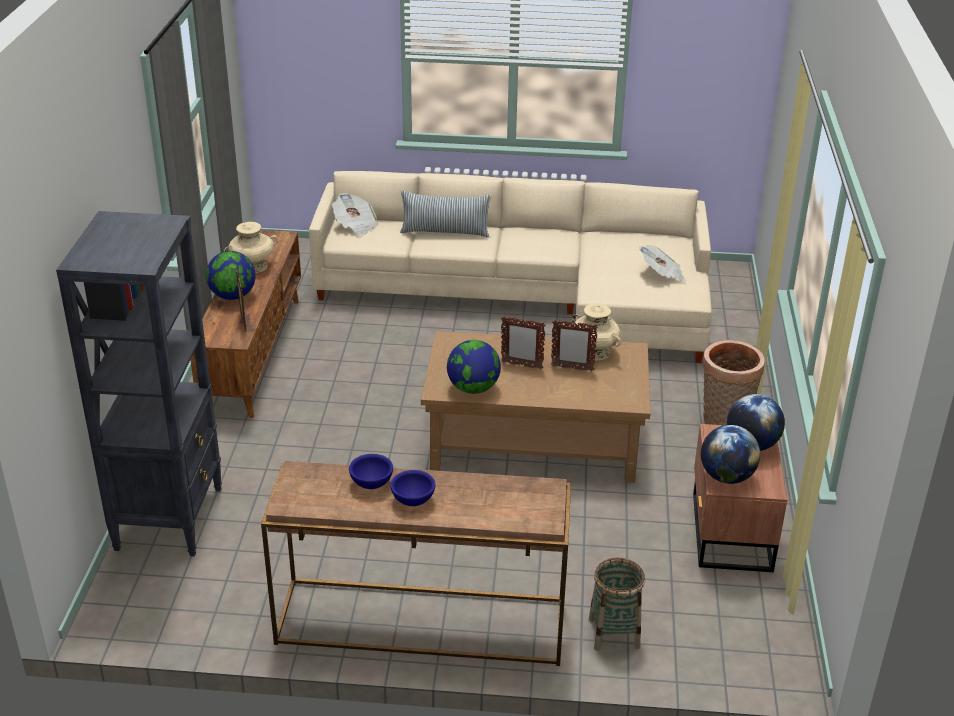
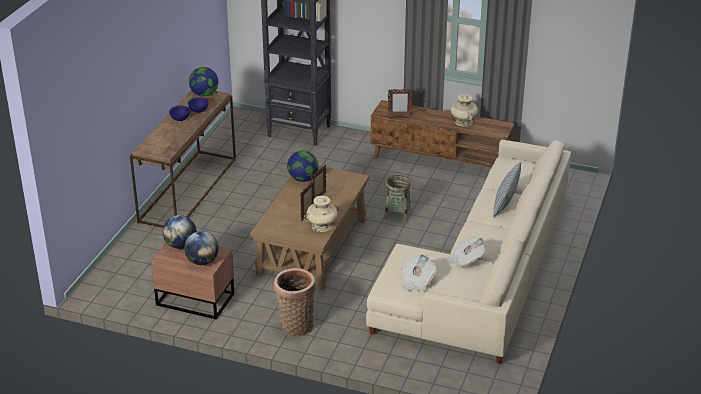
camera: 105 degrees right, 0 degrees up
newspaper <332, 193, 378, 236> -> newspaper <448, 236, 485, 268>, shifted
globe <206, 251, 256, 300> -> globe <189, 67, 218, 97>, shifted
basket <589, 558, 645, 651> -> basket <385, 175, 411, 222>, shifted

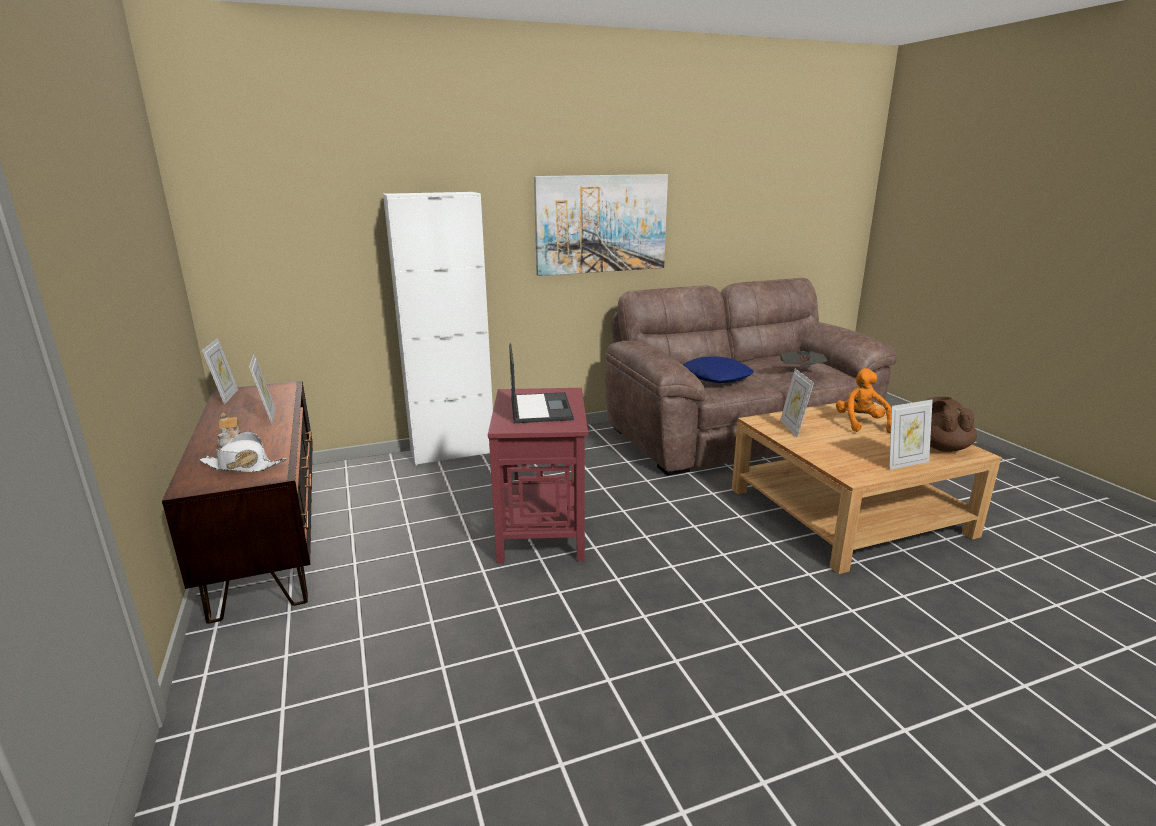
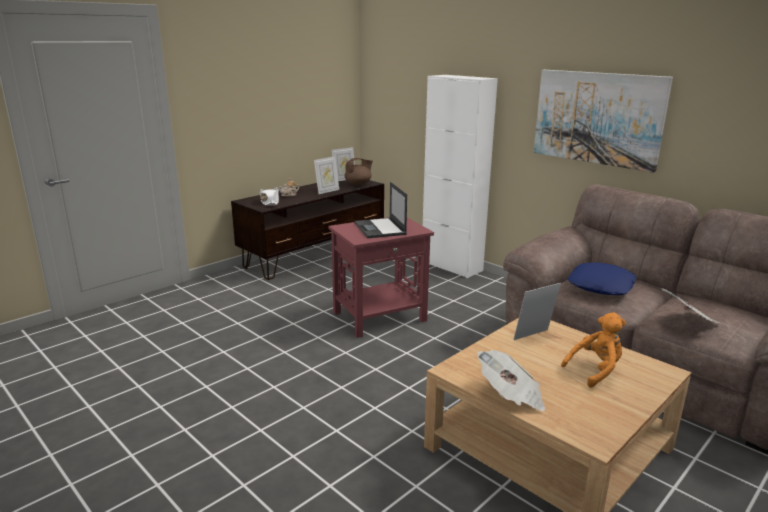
camera: 65 degrees right, 0 degrees up
laptop <509, 343, 574, 423> -> laptop <354, 182, 407, 238>, 105 degrees clockwise
teapot (brown) <925, 397, 977, 452> -> teapot (brown) <344, 158, 373, 185>, shifted
picture frame <889, 400, 933, 470> -> newspaper <477, 350, 545, 411>

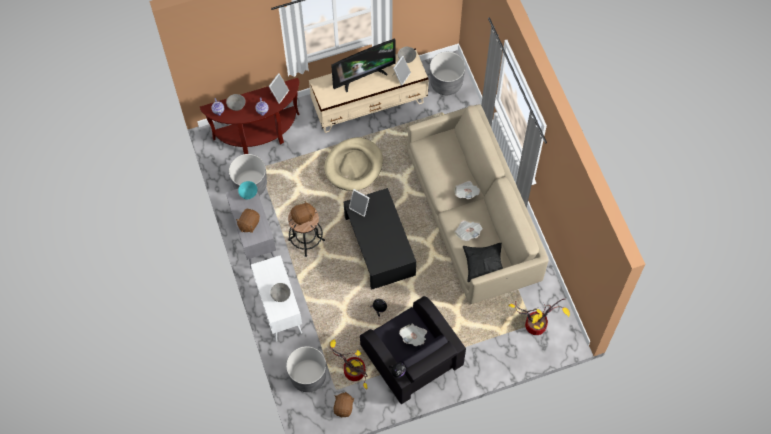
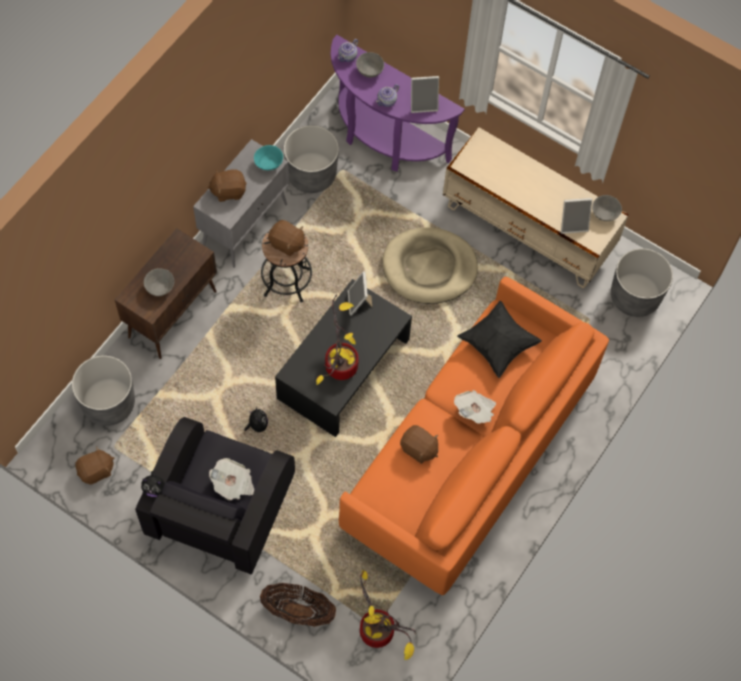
camera: 50 degrees right, 0 degrees up
television <331, 38, 396, 92> -> none
console table (brown) <200, 78, 300, 154> -> console table (purple) <330, 35, 465, 171>
sofa (beige) <407, 104, 549, 304> -> sofa (orange) <339, 277, 609, 595>
newspaper <454, 220, 483, 241> -> plush toy (brown) <400, 425, 438, 464>
pillow (black) <463, 243, 503, 282> -> pillow (black) <457, 301, 542, 378>, shifted
cabinet (white) <251, 255, 302, 342> -> cabinet (brown) <115, 228, 217, 359>
potted plant <330, 339, 368, 390> -> potted plant <316, 294, 359, 385>, shifted
none -> basket <260, 583, 336, 627>

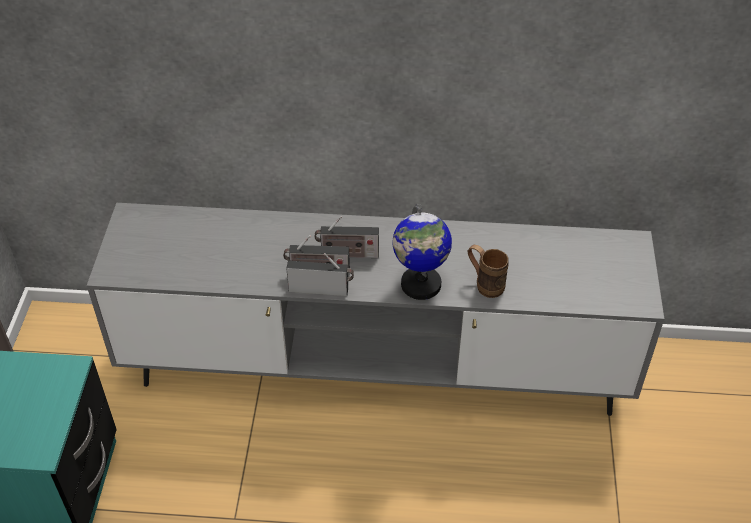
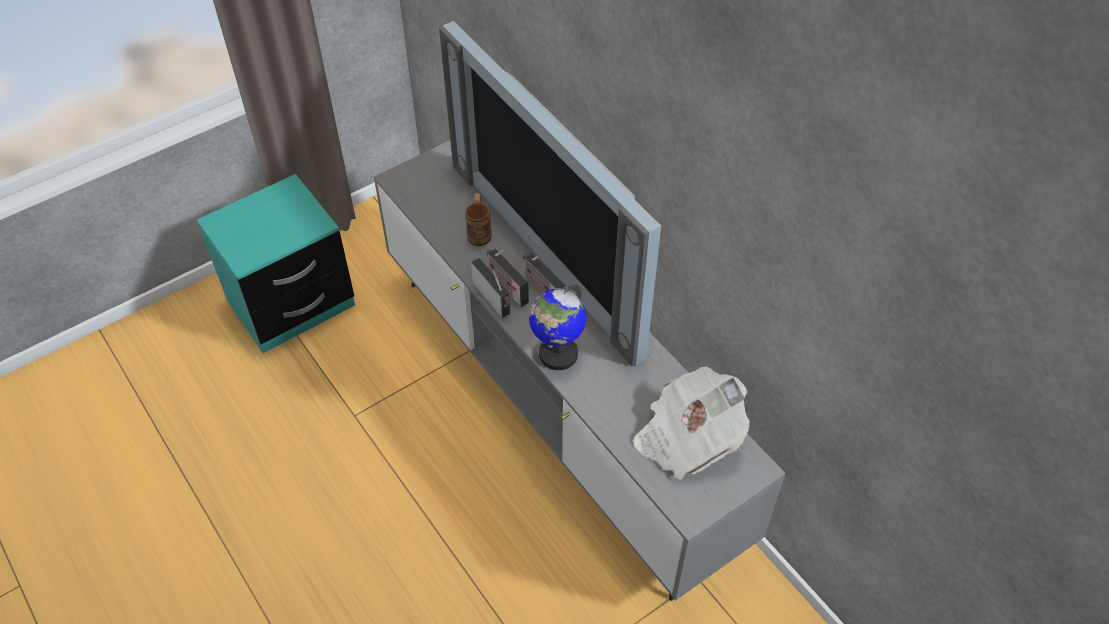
camera: 50 degrees right, 5 degrees up
mug (brown) <468, 245, 509, 298> -> mug (brown) <465, 193, 492, 246>, shifted
none -> television <439, 21, 661, 367>
none -> newspaper <633, 367, 750, 480>

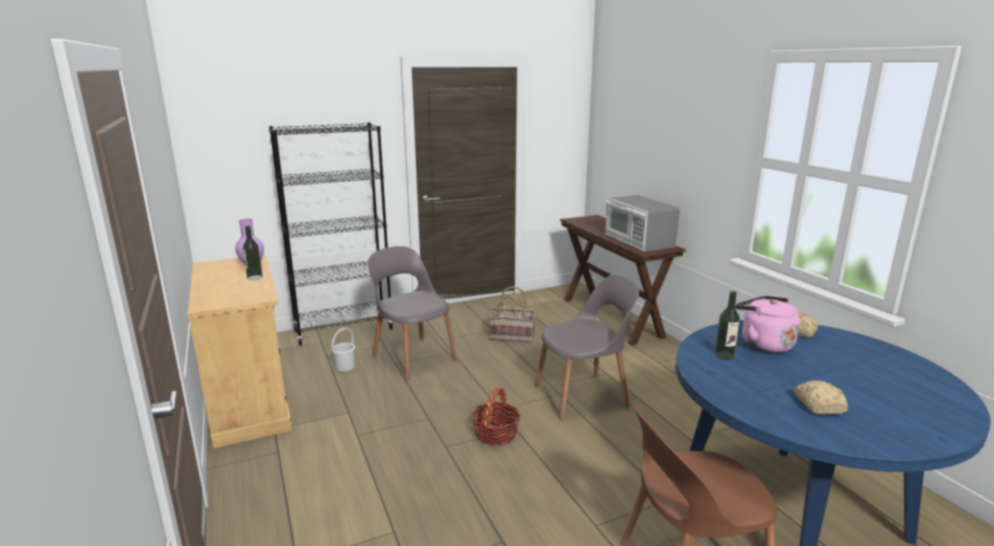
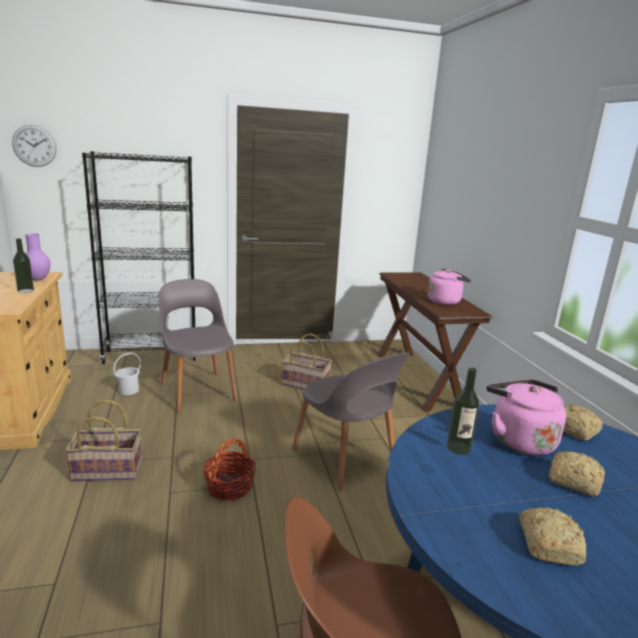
camera: 10 degrees right, 0 degrees up
microwave <604, 195, 680, 251> -> kettle (pink) <428, 268, 471, 305>
chair (grey) <535, 274, 639, 420> -> chair (grey) <292, 352, 410, 491>, 60 degrees clockwise
none -> wall clock <12, 125, 57, 167>
none -> basket <65, 400, 142, 481>
none -> bread <549, 450, 605, 497>

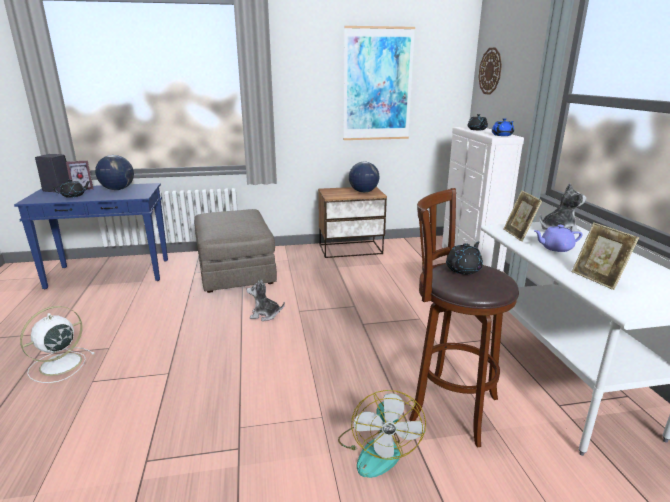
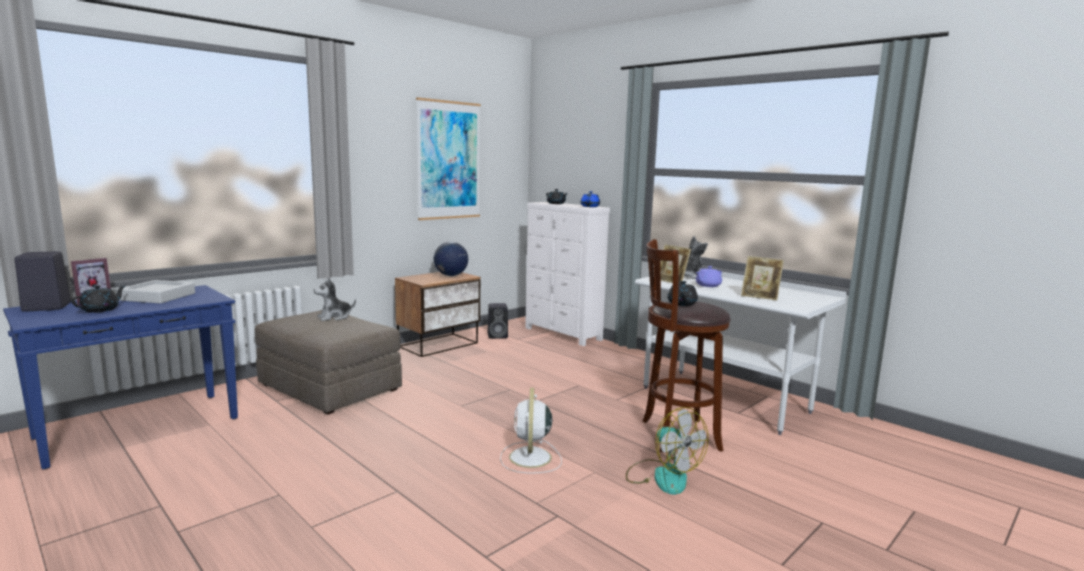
camera: 35 degrees left, 10 degrees down
wall clock <479, 47, 502, 95> -> none
globe <95, 155, 134, 190> -> tray (grey) <117, 280, 195, 304>
plush toy <247, 279, 285, 321> -> plush toy <314, 278, 356, 321>, shifted
fan (white) <20, 306, 95, 383> -> fan (white) <500, 388, 562, 474>, shifted
none -> speaker (black) <488, 303, 508, 339>

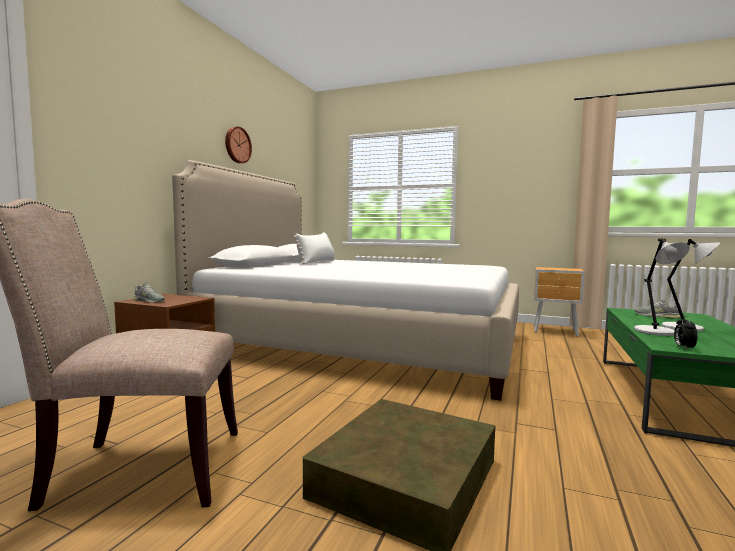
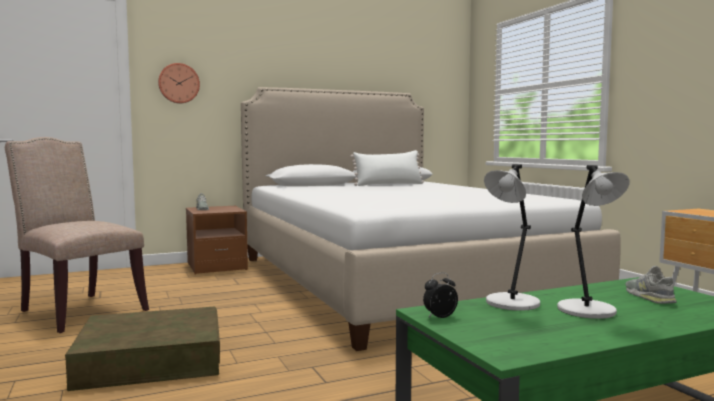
camera: 45 degrees right, 0 degrees up
wall clock <225, 126, 252, 163> -> wall clock <158, 63, 200, 104>, shifted

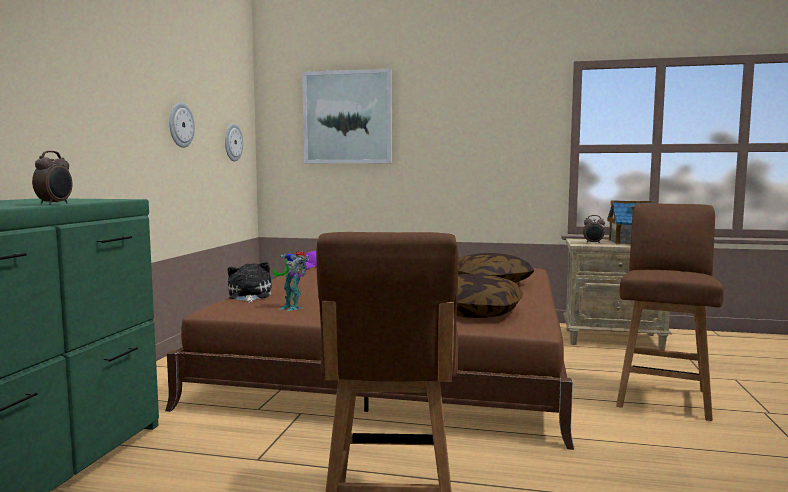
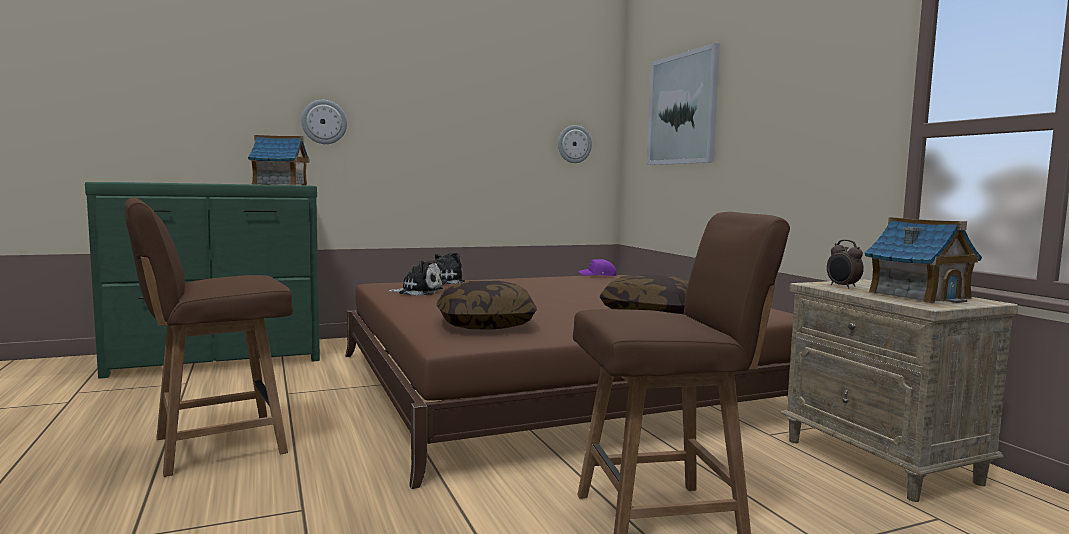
camera: 55 degrees right, 0 degrees up
wall clock <169, 103, 195, 148> -> wall clock <301, 100, 347, 144>, shifted
alarm clock <32, 151, 72, 205> -> none
toy robot <273, 251, 307, 311> -> plush toy <387, 260, 443, 296>
none -> toy house <248, 135, 310, 185>

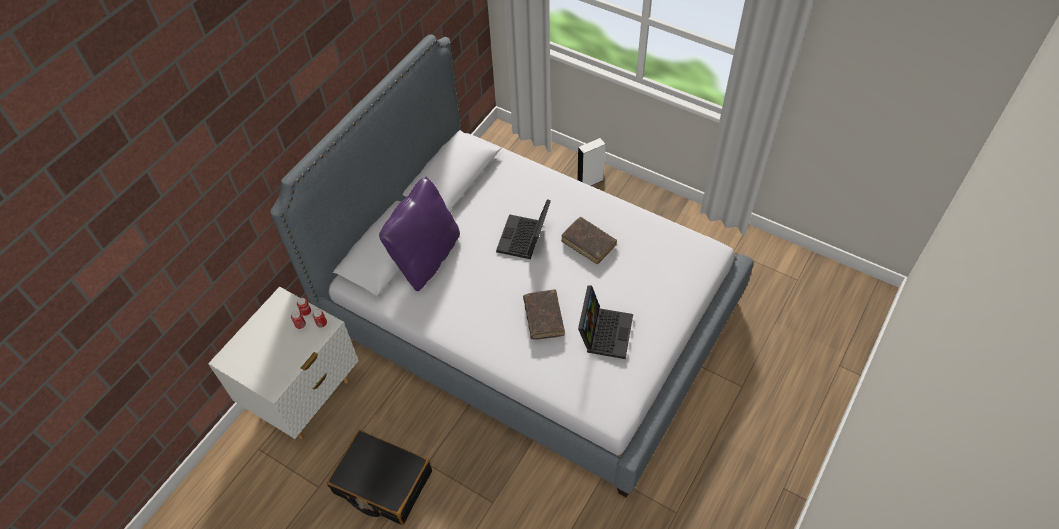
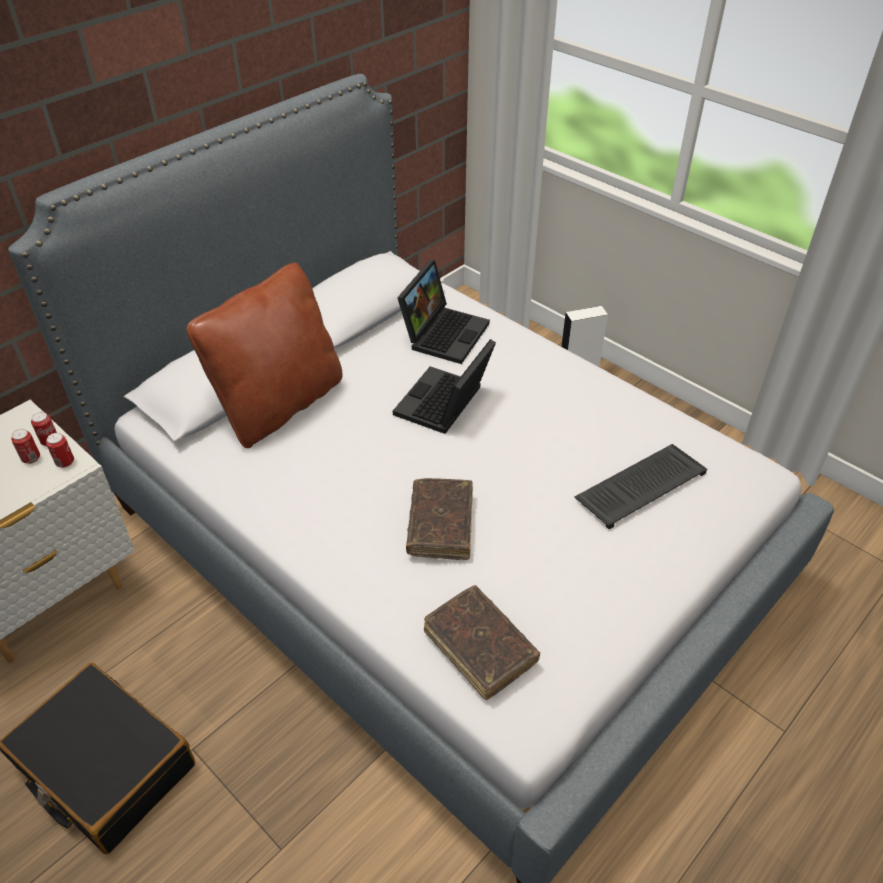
camera: 10 degrees right, 10 degrees down
pillow (purple) <379, 177, 460, 291> -> pillow (brown) <187, 263, 343, 448>
book (brown) <561, 217, 617, 264> -> book (brown) <424, 585, 540, 700>, shifted
laptop <578, 285, 633, 359> -> laptop <397, 260, 490, 364>, shifted
none -> keyboard <574, 444, 707, 529>

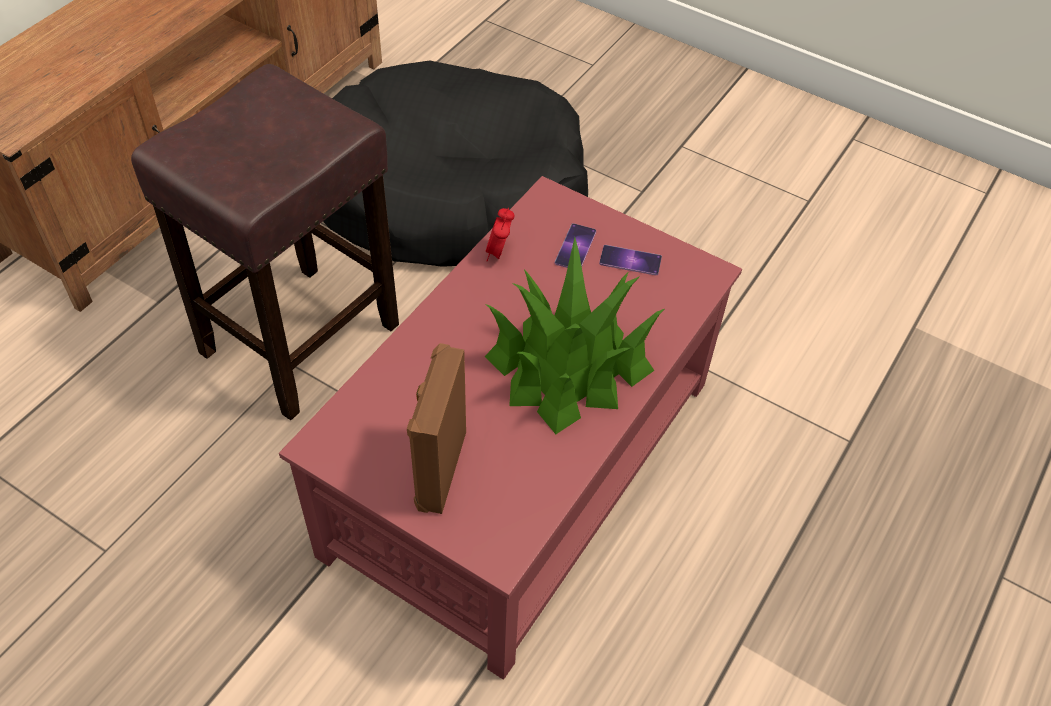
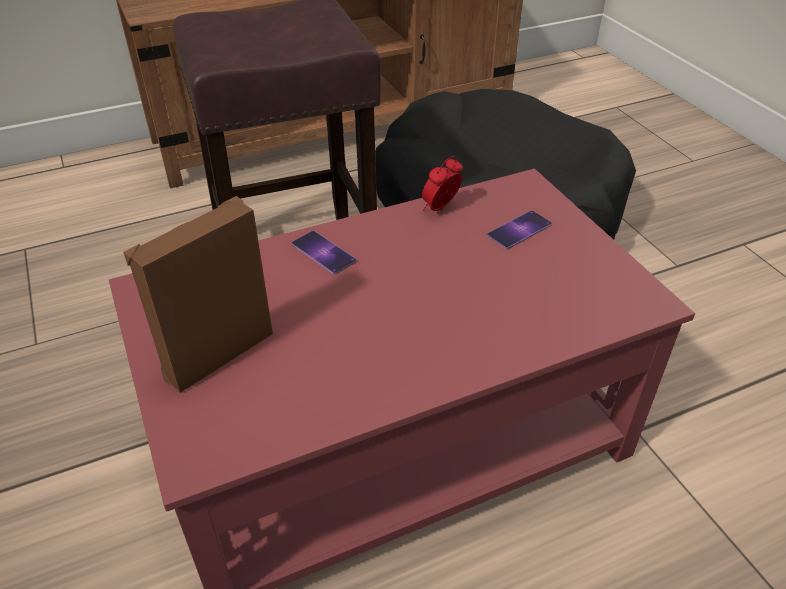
camera: 35 degrees right, 10 degrees down
potted plant <485, 237, 664, 434> -> none
phone <599, 245, 662, 275> -> phone <292, 231, 357, 275>, shifted

